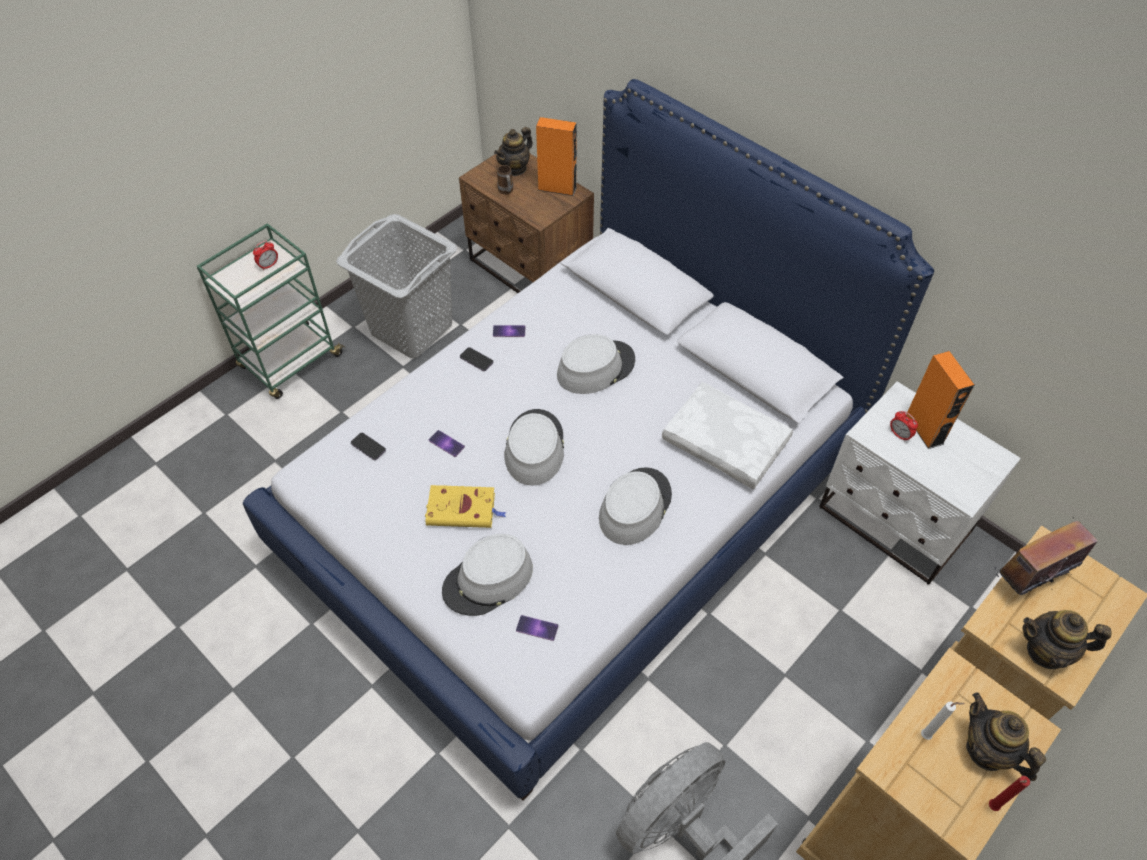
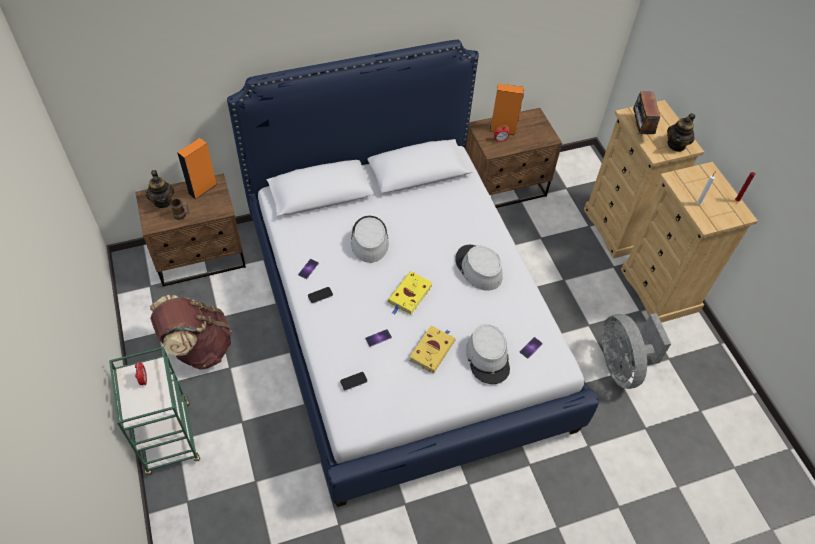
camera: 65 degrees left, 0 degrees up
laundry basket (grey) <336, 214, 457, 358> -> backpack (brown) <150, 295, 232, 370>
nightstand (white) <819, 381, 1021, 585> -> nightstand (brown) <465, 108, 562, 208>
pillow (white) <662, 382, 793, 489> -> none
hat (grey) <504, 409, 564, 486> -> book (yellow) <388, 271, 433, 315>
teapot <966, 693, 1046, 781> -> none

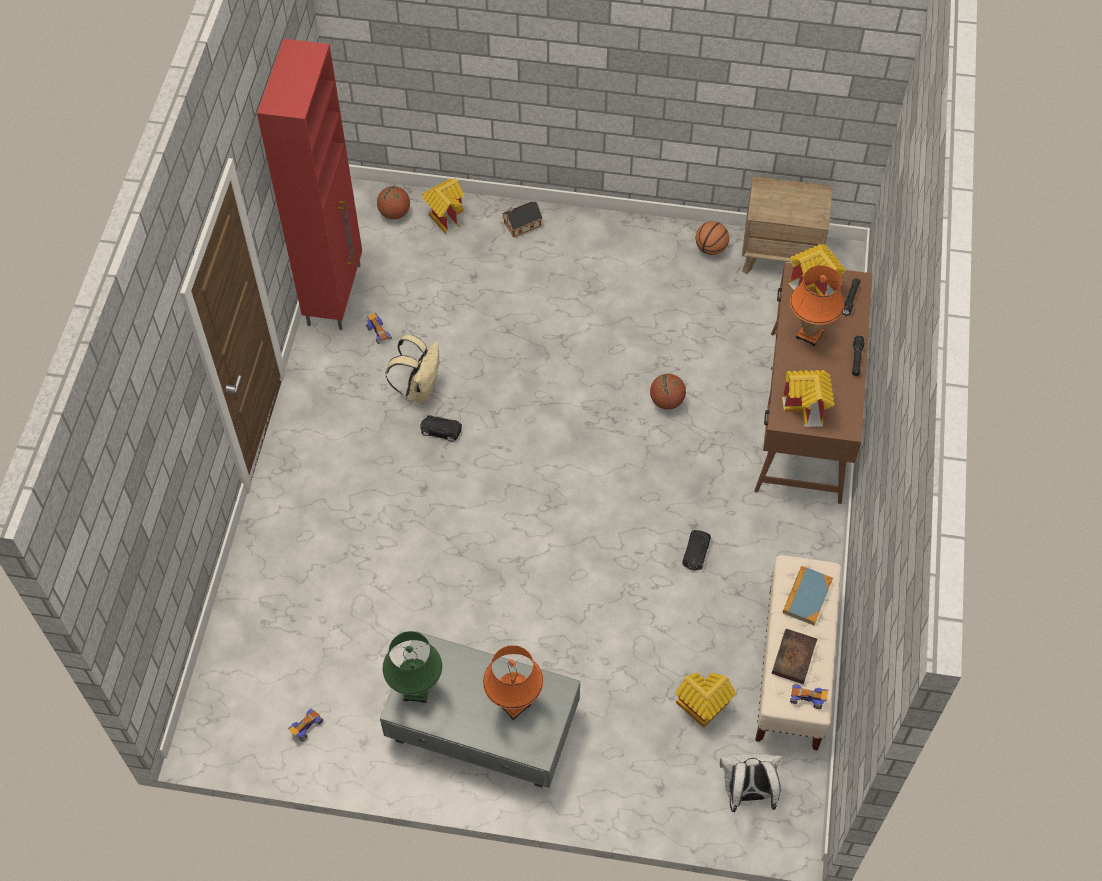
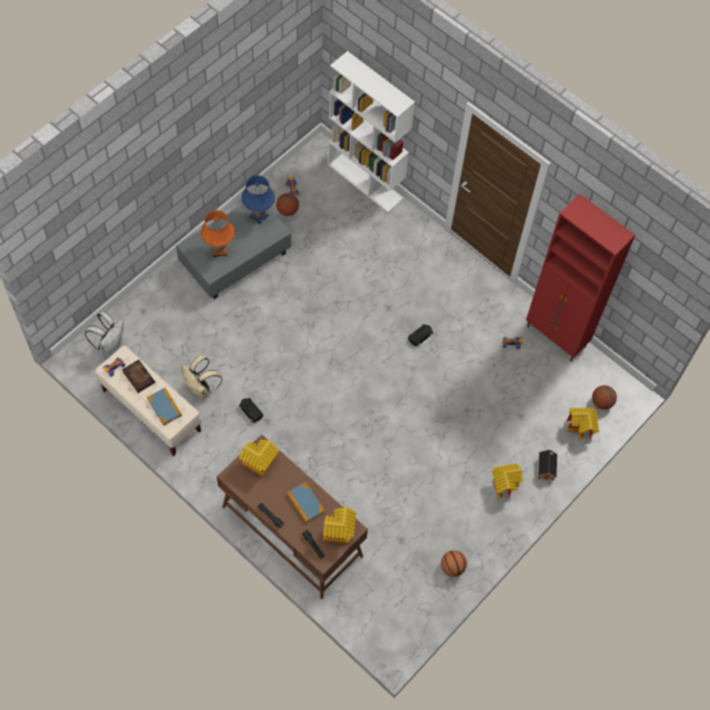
camera: 120 degrees right, 5 degrees up
nightstand (brown) <742, 176, 833, 274> -> none
table lamp (orange) <790, 265, 845, 346> -> book <287, 482, 325, 523>
backpack (beige) <386, 334, 439, 404> -> backpack (beige) <181, 356, 222, 400>, shifted
basketball <650, 374, 686, 410> -> basketball <276, 193, 299, 216>, shifted
table lamp (green) <383, 631, 442, 703> -> table lamp (blue) <241, 176, 275, 224>
toy house <675, 673, 736, 728> -> toy house <492, 463, 523, 501>, shifted
none -> bookcase (white) <327, 51, 415, 212>

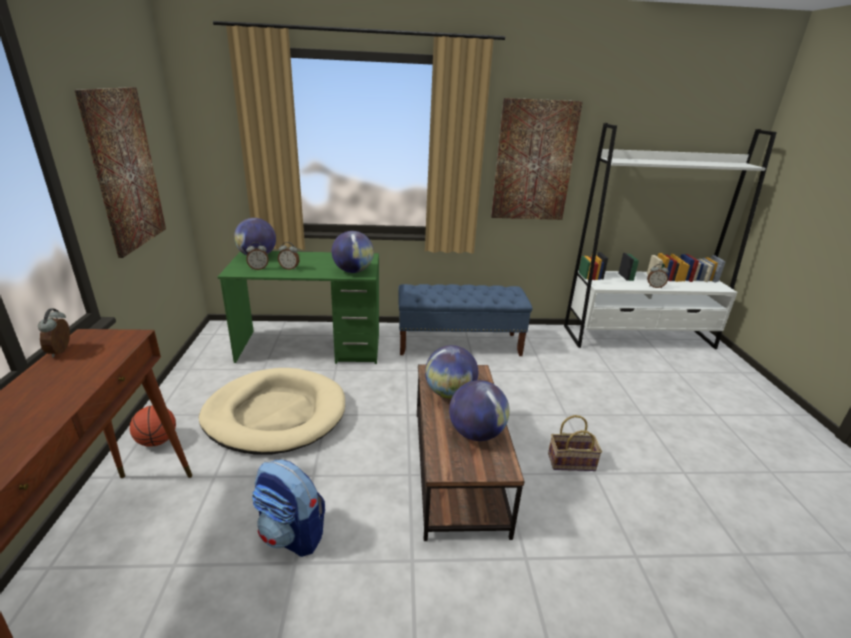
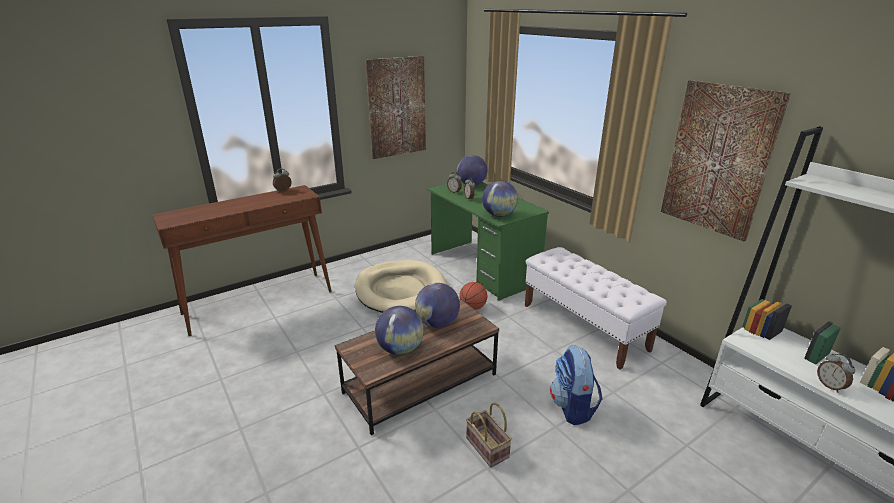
camera: 60 degrees right, 0 degrees up
bench (blue) <398, 284, 533, 356> -> bench (white) <525, 247, 667, 370>
basketball <130, 405, 176, 447> -> basketball <459, 282, 488, 310>, shifted
backpack <252, 460, 325, 557> -> backpack <550, 345, 603, 425>, shifted

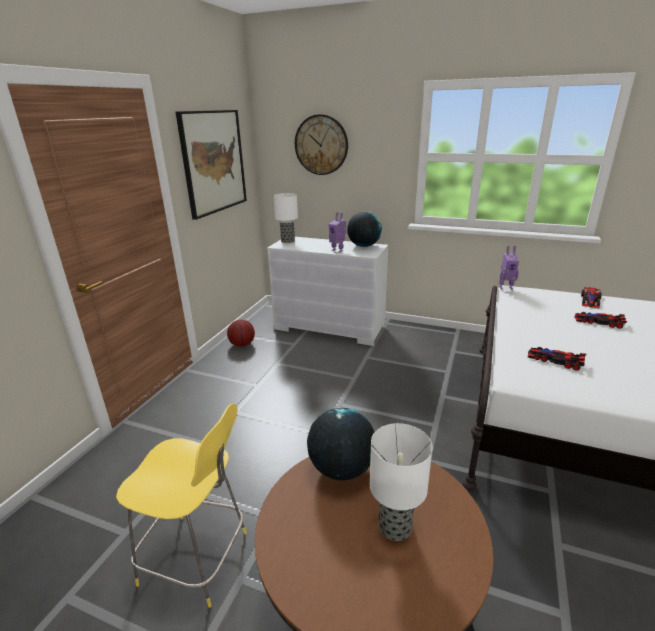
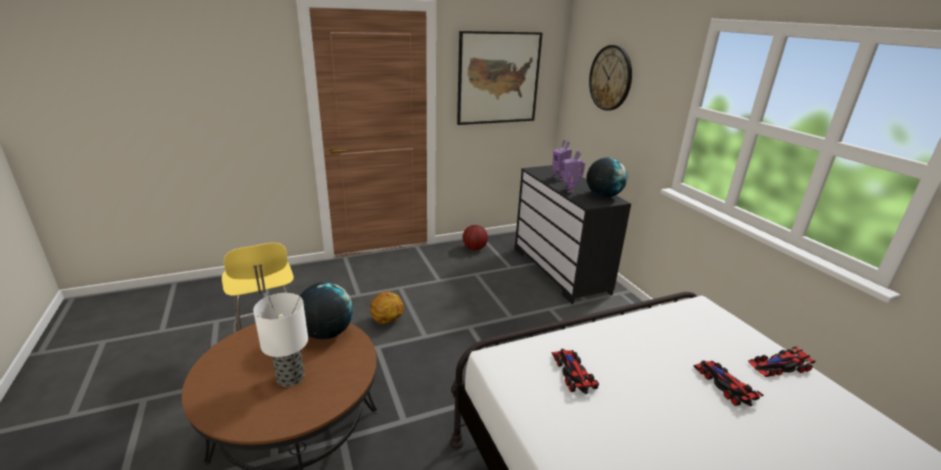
camera: 45 degrees right, 0 degrees up
table lamp <273, 193, 298, 243> -> none
dresser (white) <267, 237, 388, 346> -> dresser (black) <515, 165, 631, 304>
toy robot <499, 246, 519, 289> -> toy robot <552, 140, 572, 180>, shifted
none -> basketball <370, 291, 404, 324>

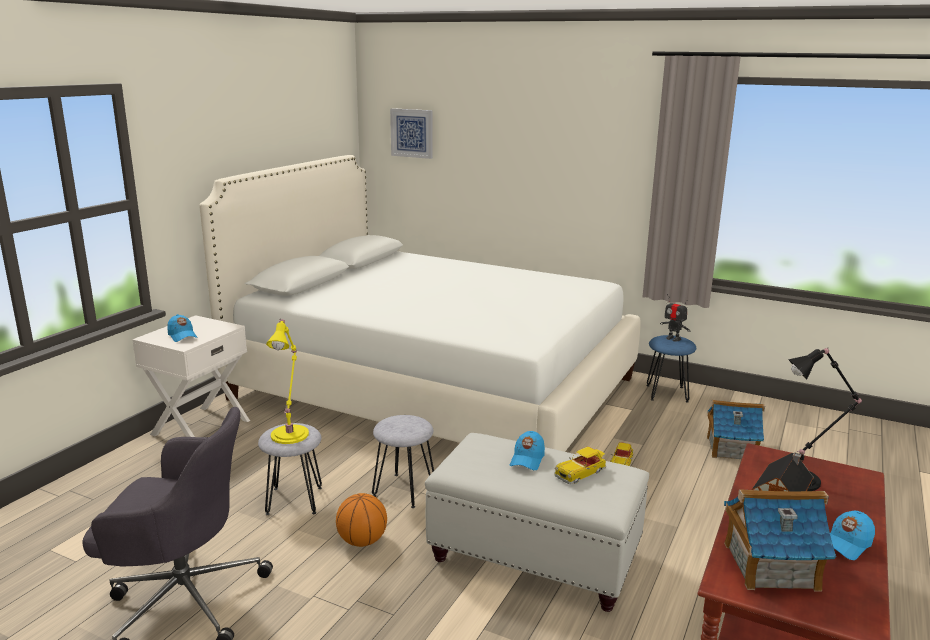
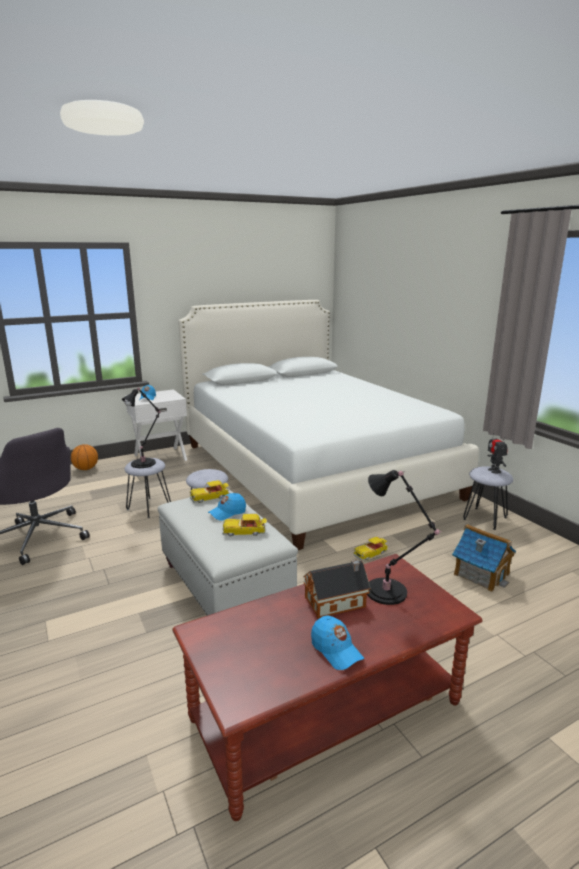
camera: 35 degrees right, 0 degrees up
picture <390, 108, 433, 159> -> none
table lamp (yellow) <266, 319, 309, 444> -> table lamp (black) <122, 387, 161, 468>
stool (blue) <646, 335, 696, 403> -> stool (grey) <463, 466, 513, 530>
toy house <724, 489, 836, 592> -> none
basketball <336, 493, 387, 547> -> basketball <71, 444, 98, 470>, shifted
cap (blue) <830, 511, 875, 560> -> cap (blue) <311, 615, 364, 670>, 120 degrees counterclockwise
none -> toy car <190, 480, 229, 503>

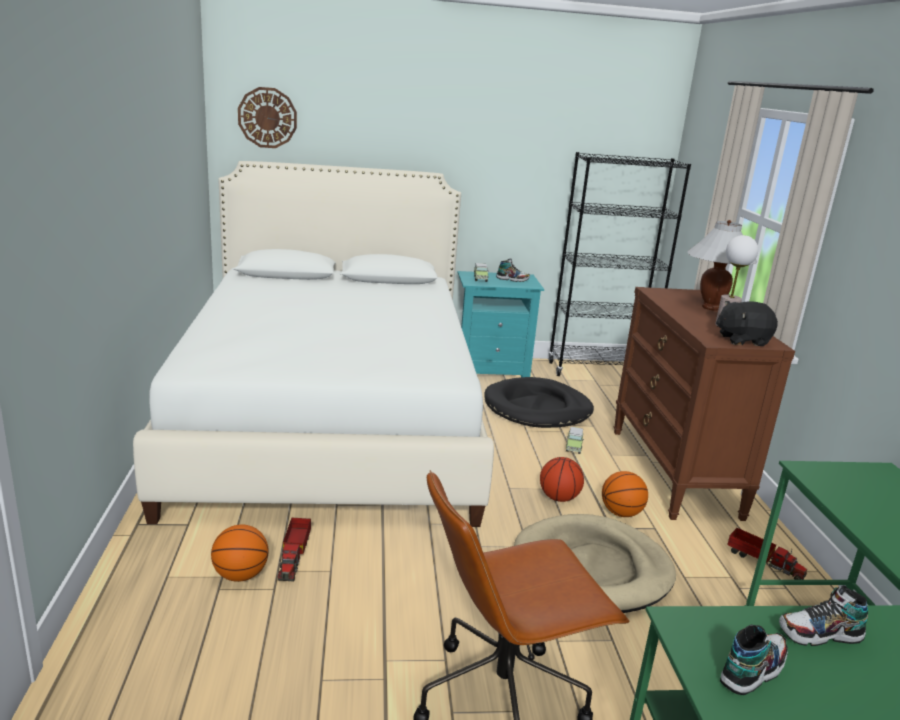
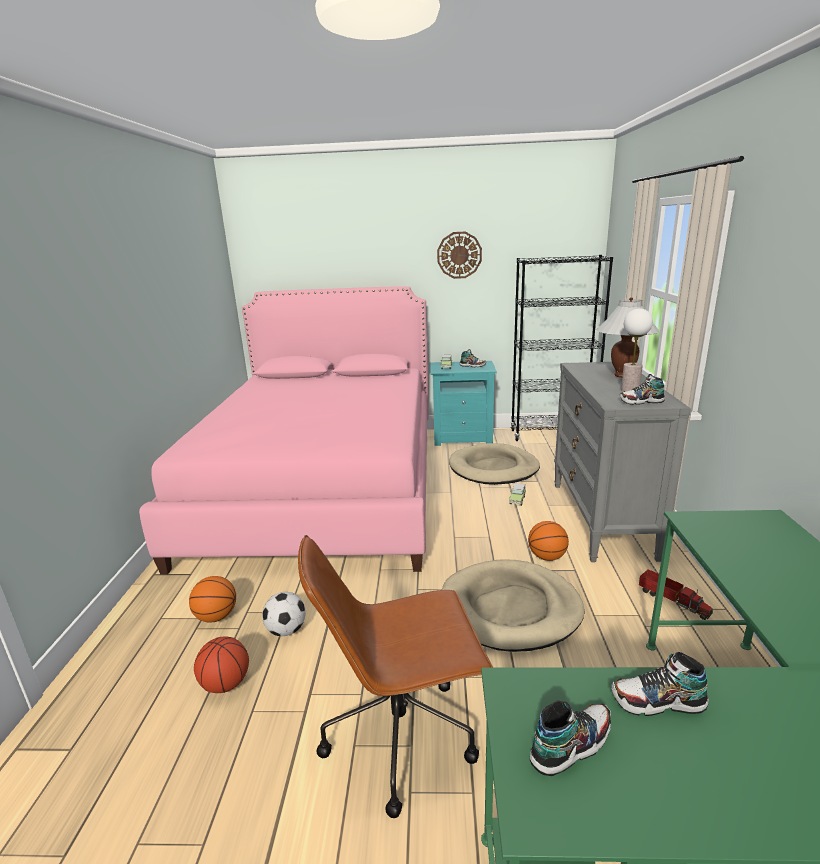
camera: 10 degrees right, 0 degrees up
wall clock <238, 87, 297, 148> -> wall clock <437, 232, 482, 279>, shifted
bed (white) <133, 161, 494, 527> -> bed (pink) <139, 286, 429, 574>
dresser (brown) <614, 287, 795, 521> -> dresser (grey) <554, 362, 691, 562>
plush toy (black) <716, 301, 778, 346> -> shoe <620, 374, 665, 405>
dog bed (black) <484, 377, 594, 428> -> dog bed (beige) <449, 443, 540, 485>
basketball <540, 457, 584, 502> -> basketball <194, 637, 249, 693>, shifted
toy truck <278, 518, 311, 582> -> none
none -> football <262, 592, 306, 636>

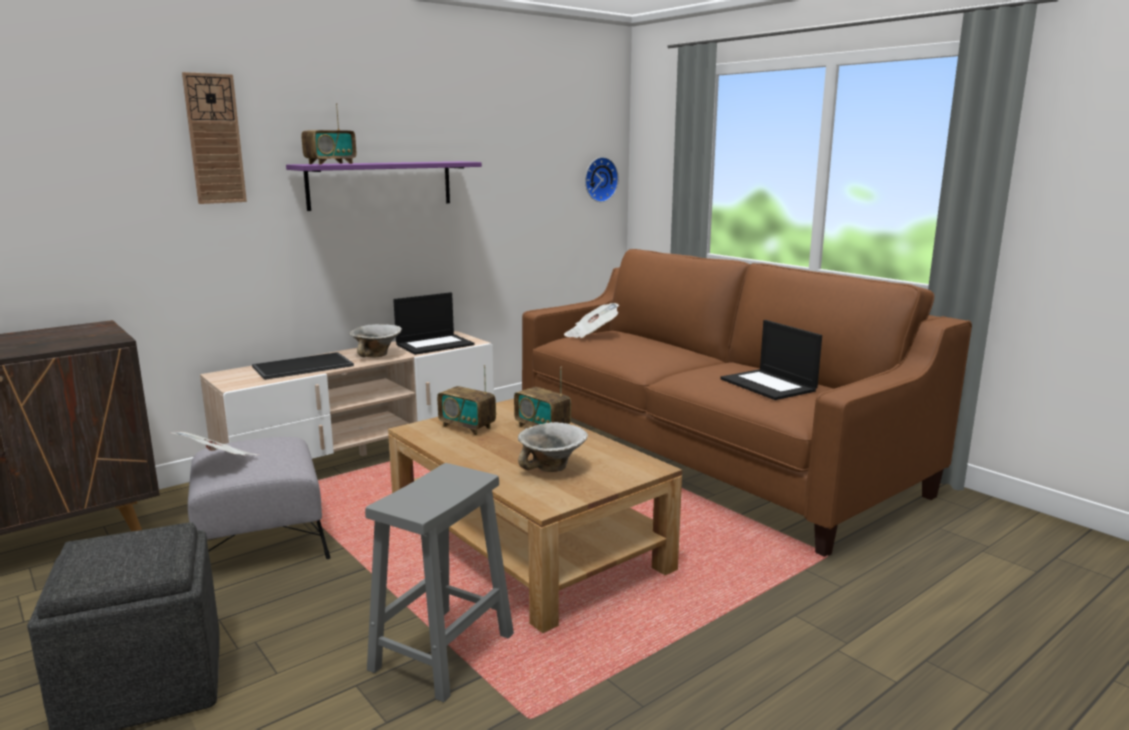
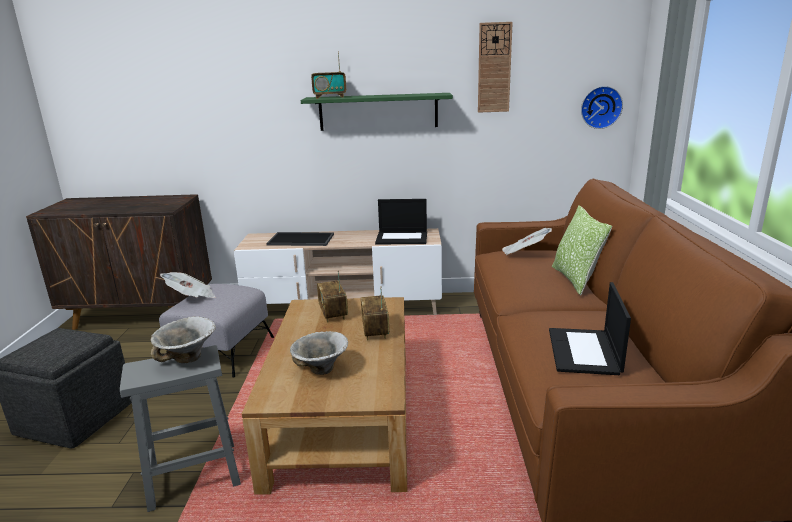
camera: 40 degrees right, 5 degrees up
wall clock <182, 72, 247, 204> -> wall clock <478, 22, 513, 113>, shifted
shelf (purple) <286, 161, 482, 211> -> shelf (green) <301, 93, 453, 131>
bowl <349, 324, 402, 358> -> bowl <151, 316, 216, 363>, shifted
none -> pillow <552, 206, 612, 295>

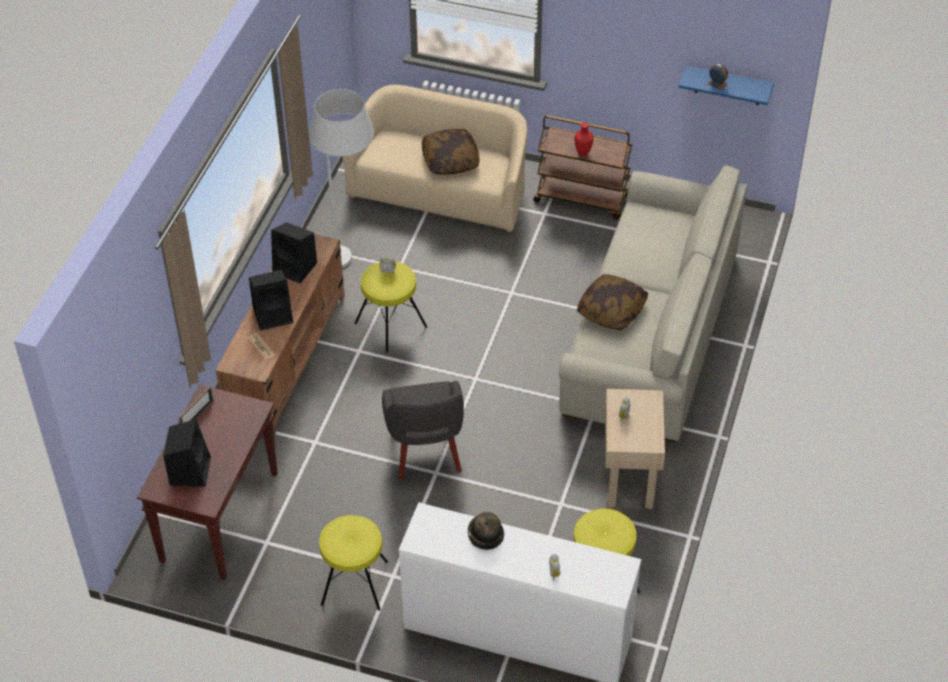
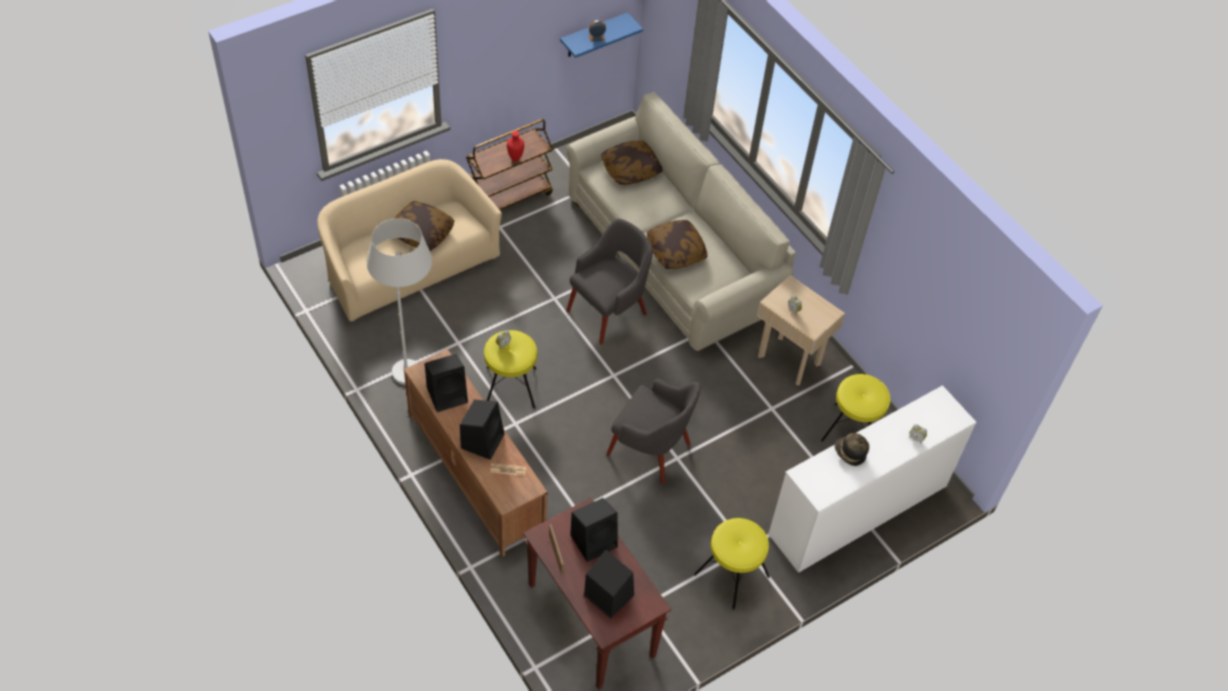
camera: 55 degrees left, 5 degrees up
none -> pillow <601, 140, 663, 185>
none -> armchair (grey) <566, 219, 653, 345>
none -> speaker (black) <570, 498, 618, 562>

